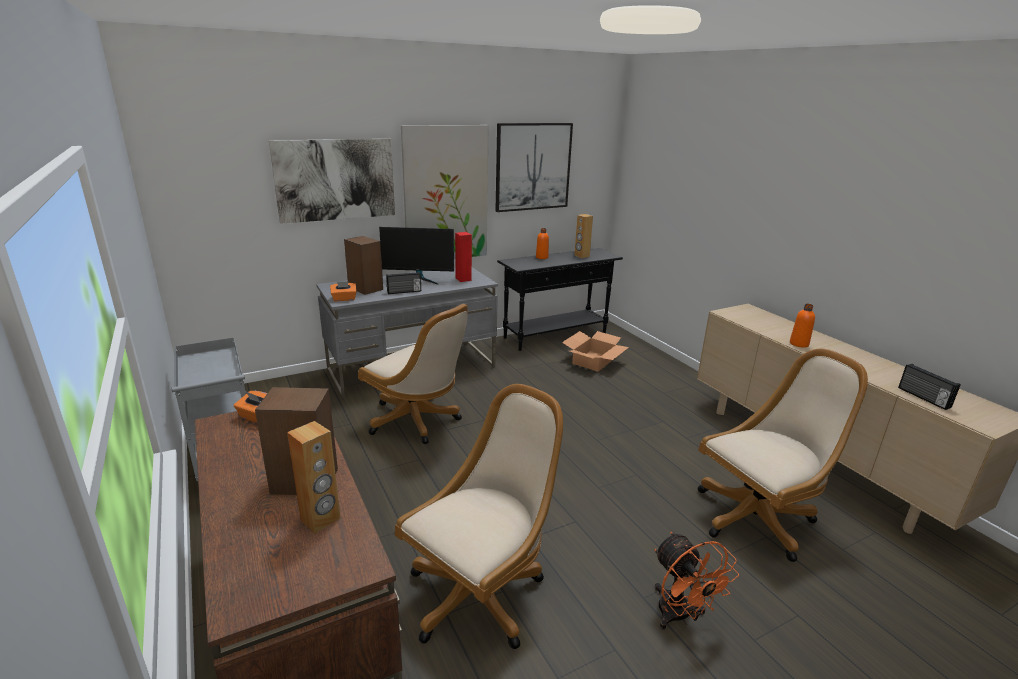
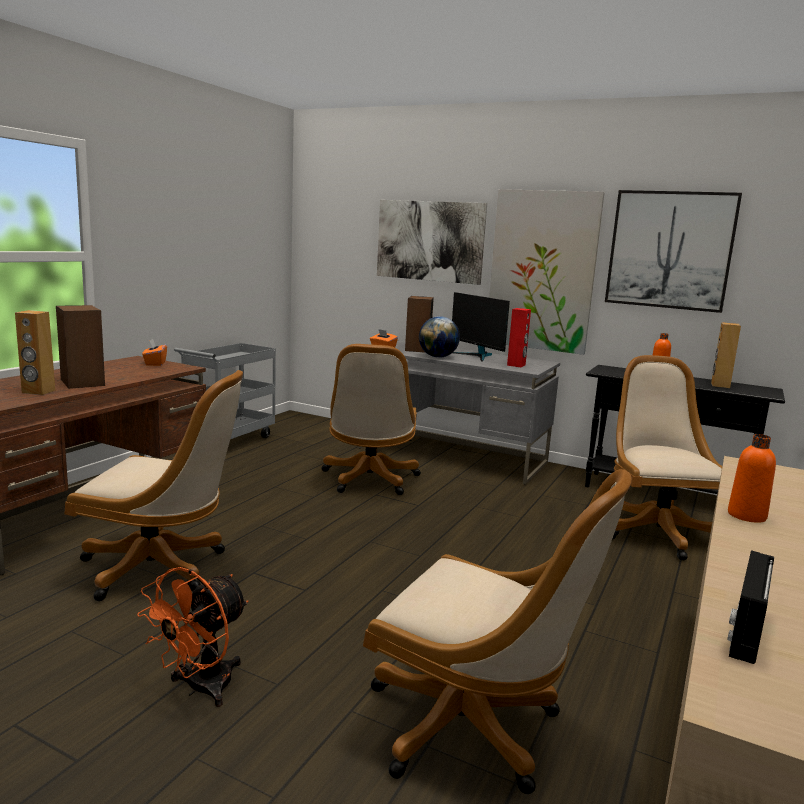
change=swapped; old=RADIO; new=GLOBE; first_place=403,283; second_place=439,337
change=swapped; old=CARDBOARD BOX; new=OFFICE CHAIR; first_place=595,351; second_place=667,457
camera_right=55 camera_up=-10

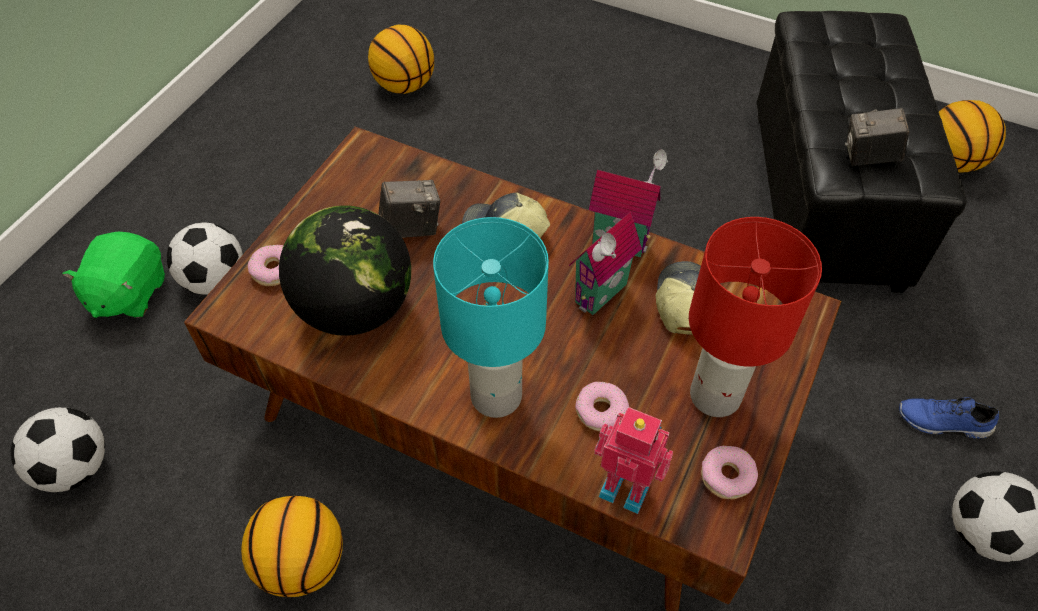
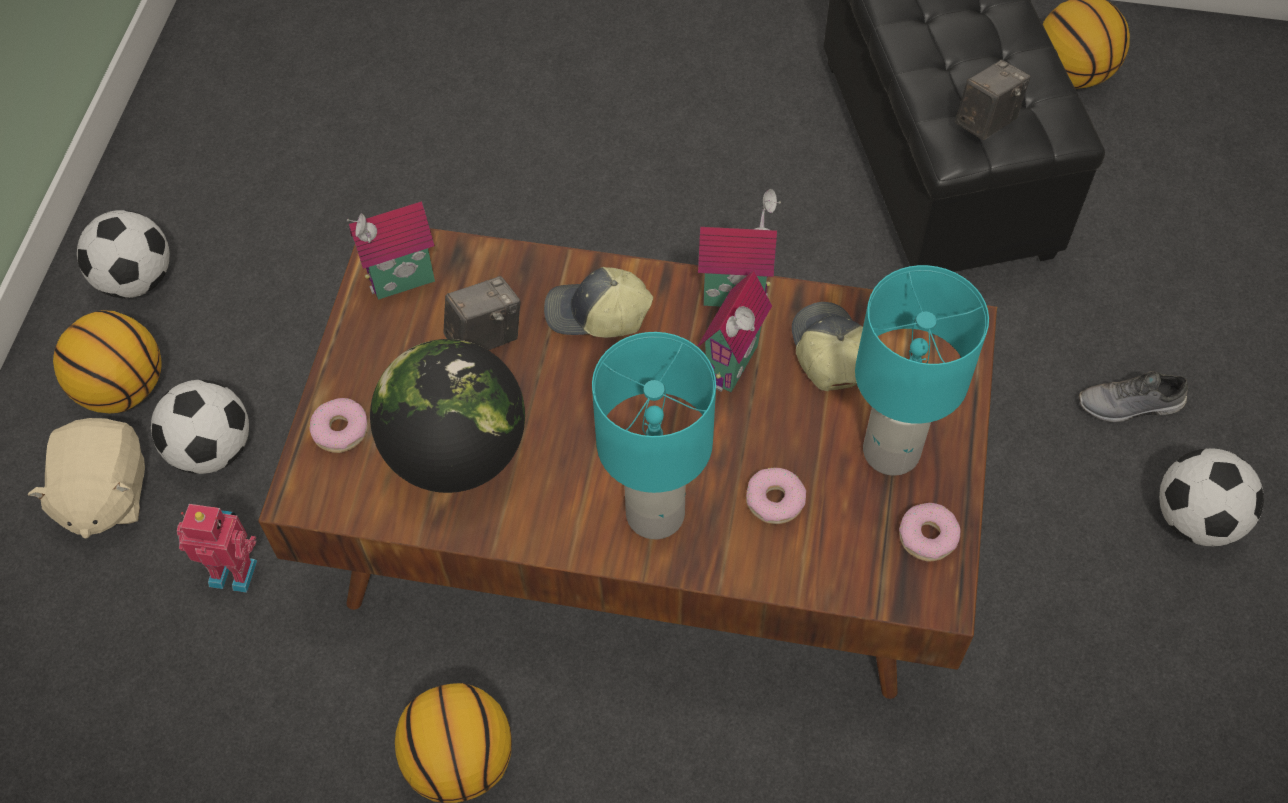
change=shifted; old=FOOTBALL; first_place=58,449; second_place=123,254
change=repainted; old=GREEN PLUSH TOY; new=BEIGE PLUSH TOY; first_place=114,275; second_place=86,478
change=shifted; old=BASKETBALL; first_place=401,59; second_place=107,362
change=shifted; old=TOY ROBOT; first_place=633,460; second_place=217,548
change=repainted; old=RED TABLE LAMP; new=TURQUOISE TABLE LAMP; first_place=755,317; second_place=922,370
change=rotated; old=PHOTO CAMERA; first_place=877,137; second_place=993,100; degrees=150
change=repainted; old=BLUE SHOE; new=GREY SHOE; first_place=949,418; second_place=1133,396
change=new; new=TOY HOUSE; second_place=391,250
camera_right=-15 camera_up=5

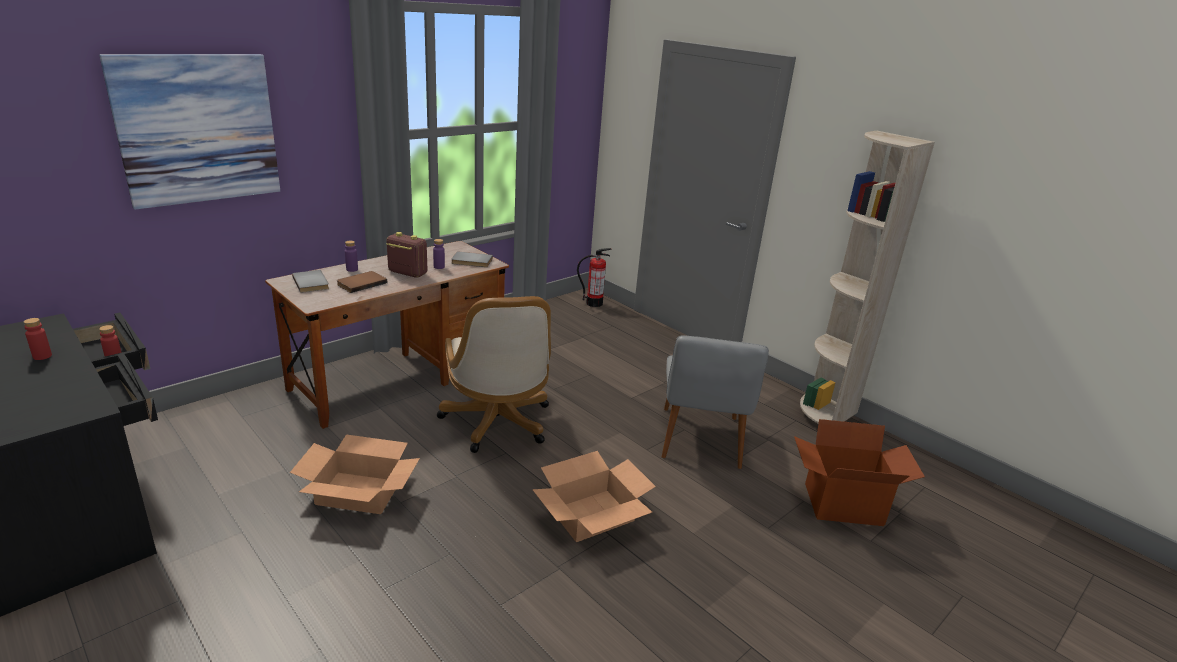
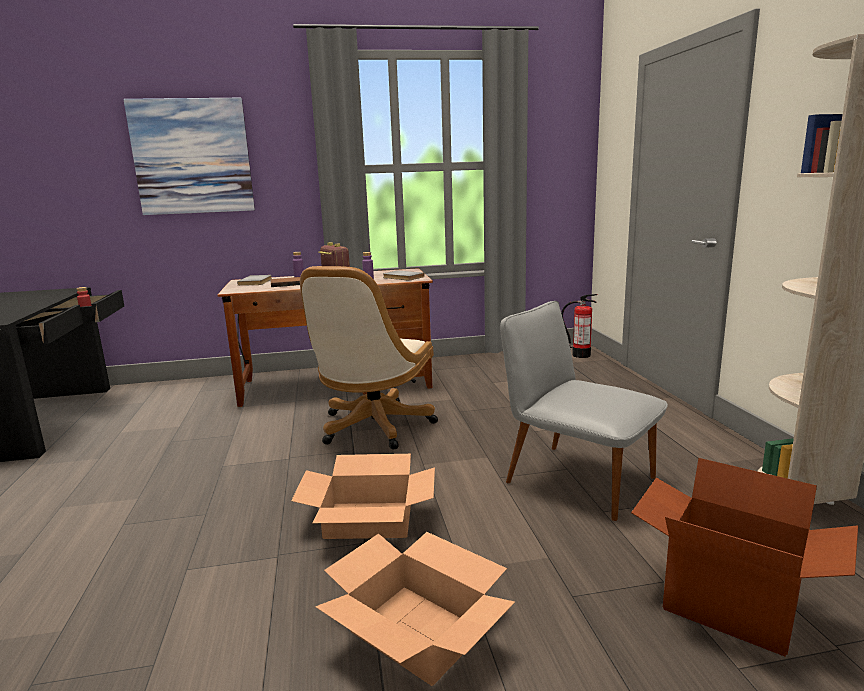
change=gone; old=RED BOTTLE; first_place=38,339
change=shifted; old=CARDBOARD BOX; first_place=355,474; second_place=415,609
change=rotated; old=GREY CHAIR; first_place=715,402; second_place=584,411; degrees=90
camera_right=35 camera_up=-10

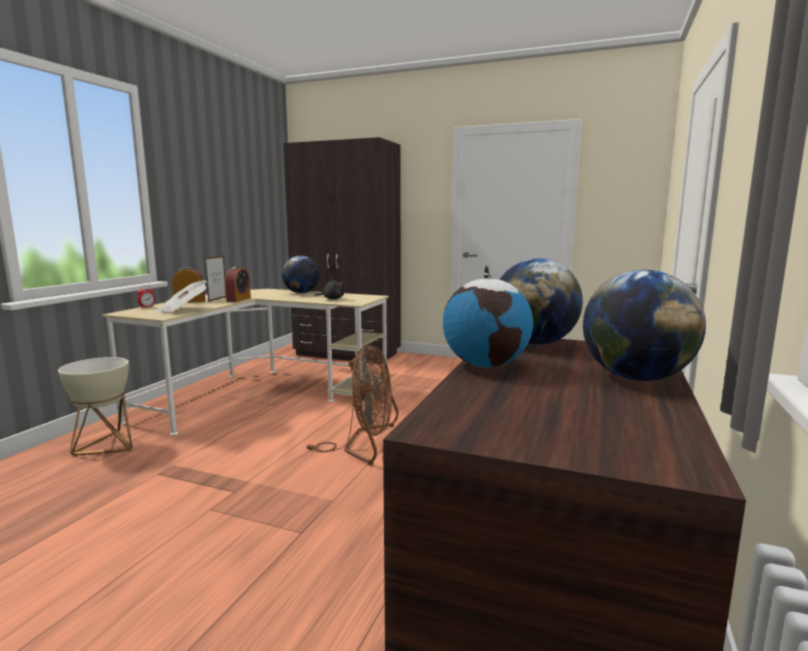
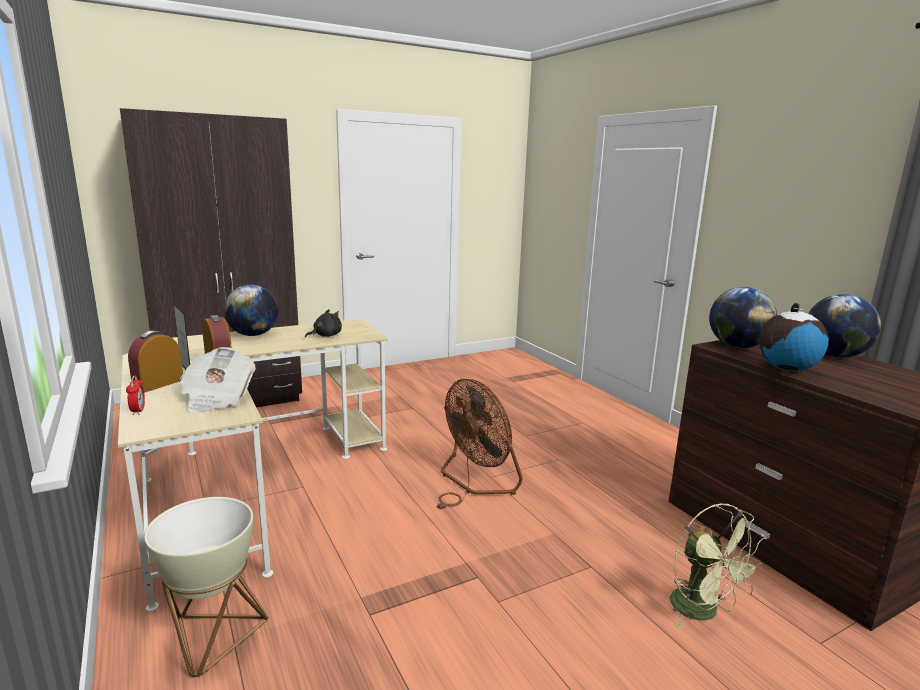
change=new; new=GREEN FAN; second_place=718,566
camera_right=-50 camera_up=5

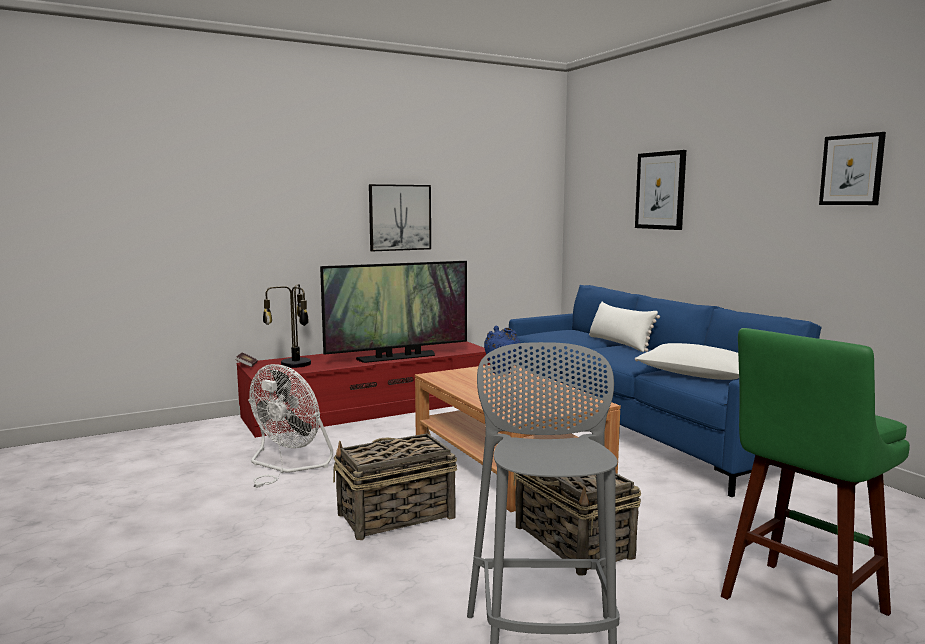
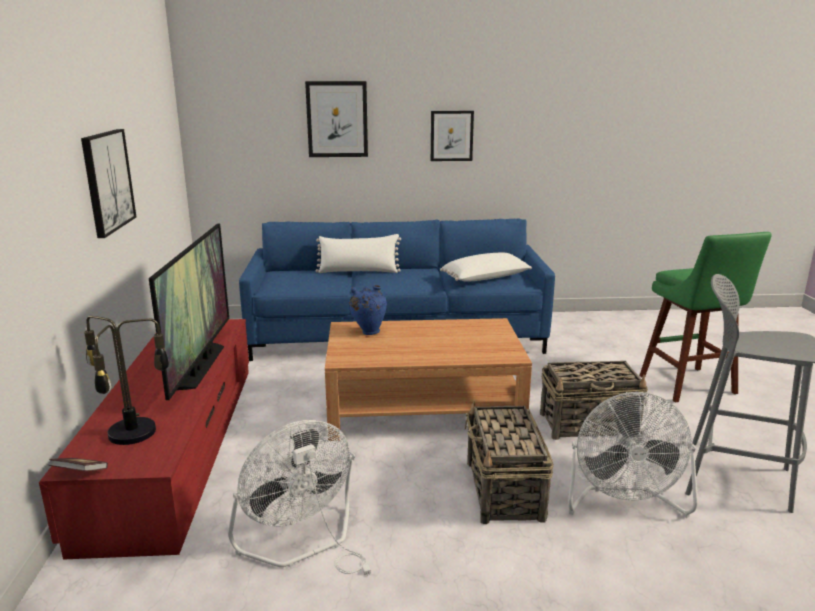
change=shifted; old=PICTURE; first_place=852,168; second_place=452,136
change=new; new=WHITE FAN; second_place=633,455
camera_right=-65 camera_up=10

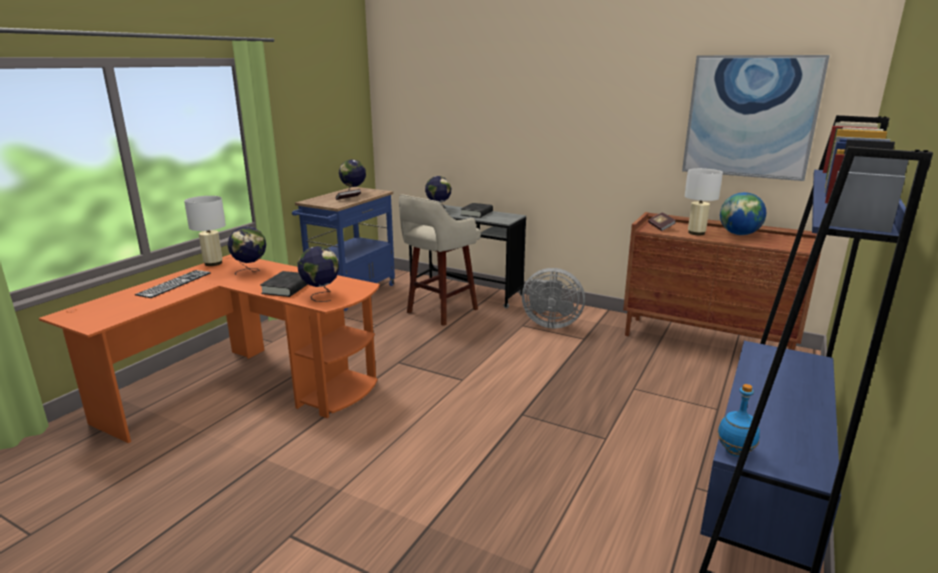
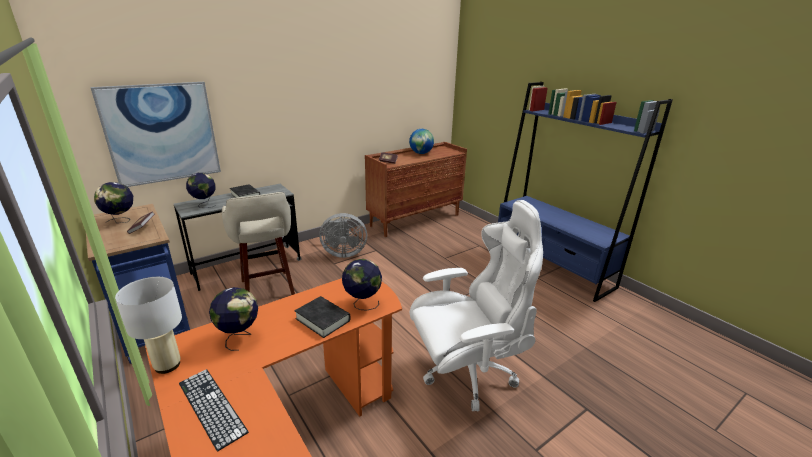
change=rotated; old=GREY FAN; first_place=553,298; second_place=343,235; degrees=45
change=shifted; old=PICTURE; first_place=756,118; second_place=155,134
change=gone; old=WHITE TABLE LAMP; first_place=704,201
change=gone; old=BLUE BOTTLE; first_place=738,420
change=new; new=WHITE OFFICE CHAIR; second_place=476,305
camera_right=-65 camera_up=5

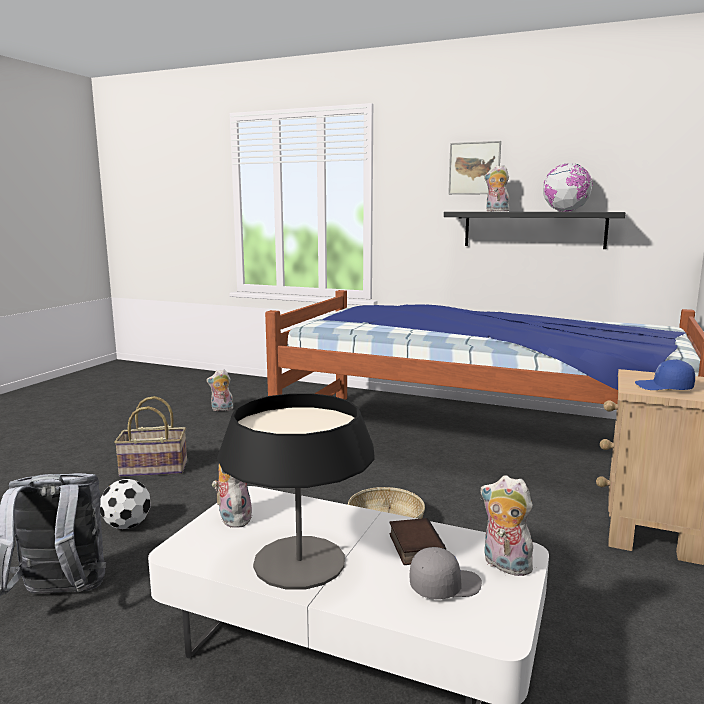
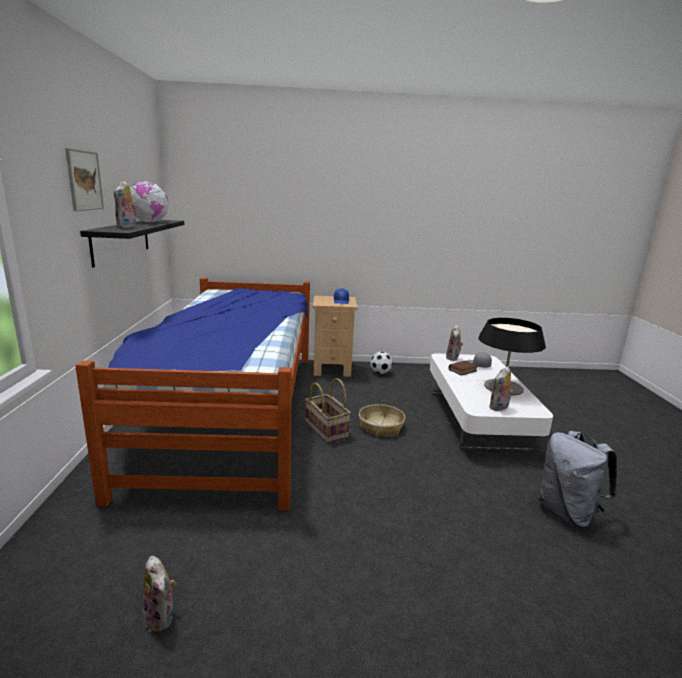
change=shifted; old=FOOTBALL; first_place=125,504; second_place=381,362
change=shifted; old=BASKET; first_place=150,436; second_place=328,410
camera_right=-115 camera_up=5

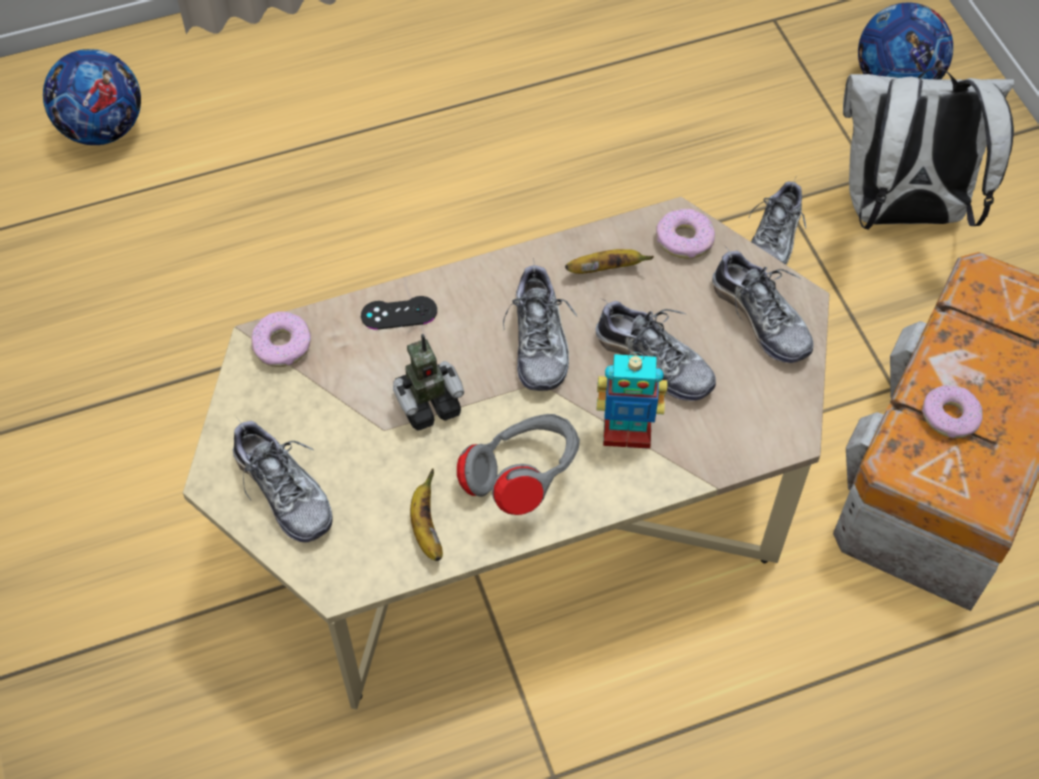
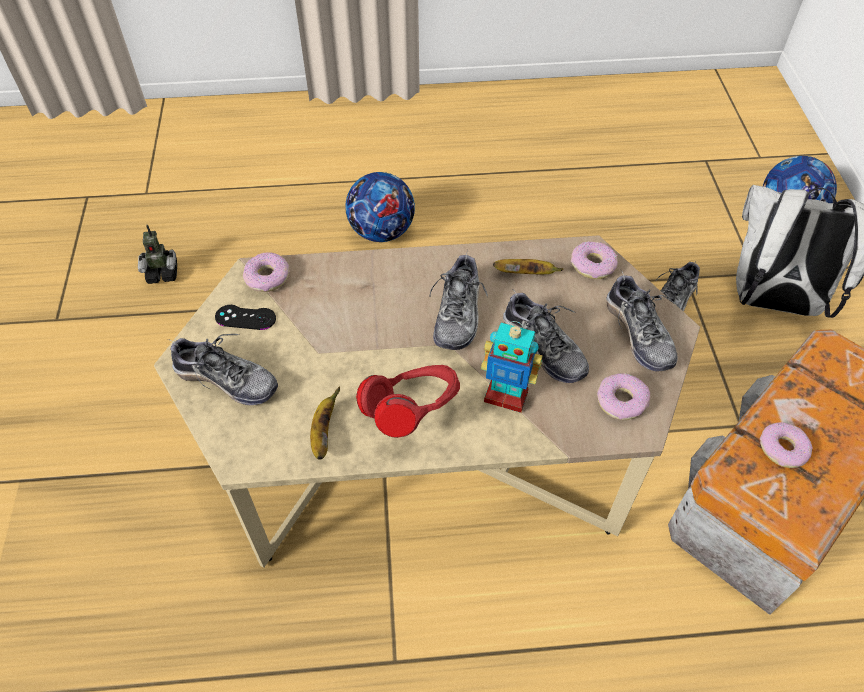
change=shifted; old=FOOTBALL; first_place=92,97; second_place=380,207
change=rotated; old=SHOE; first_place=283,480; second_place=223,369; degrees=-45
change=shifted; old=BLACK GAME CONTROLLER; first_place=399,313; second_place=245,317
change=shifted; old=TOY ROBOT; first_place=428,382; second_place=157,254
change=repainted; old=GREY HEADPHONES; new=RED HEADPHONES; first_place=518,464; second_place=408,401
change=new; new=DONUT; second_place=623,396
camera_right=15 camera_up=-5

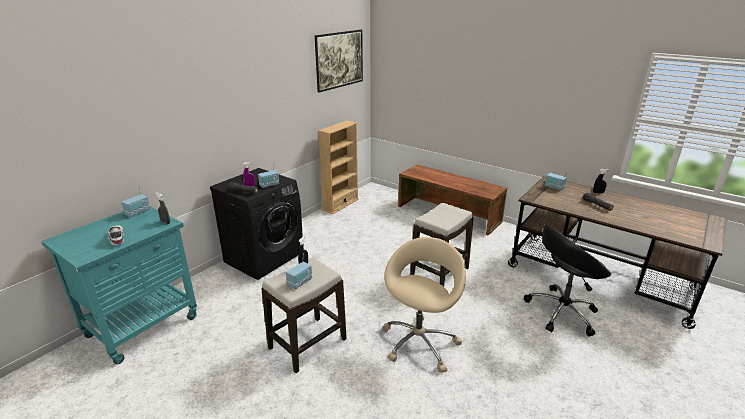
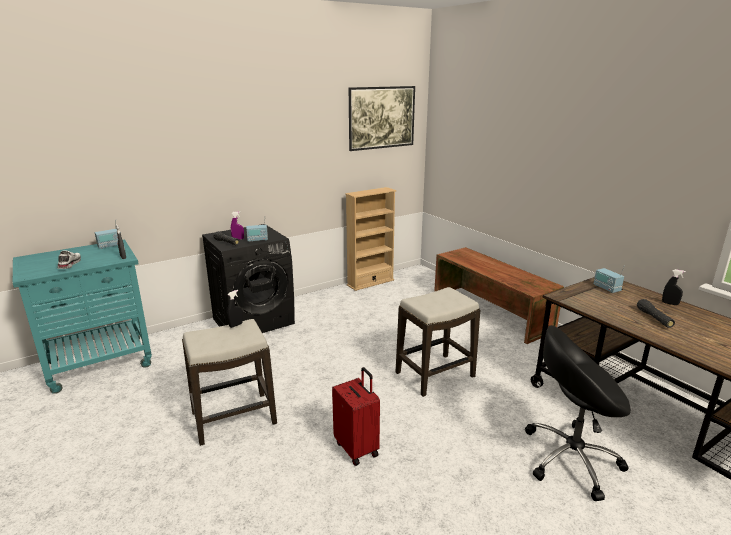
change=gone; old=RADIO; first_place=299,271
change=swapped; old=BEIGE OFFICE CHAIR; new=RED SUITCASE; first_place=424,305; second_place=356,416
camera_right=20 camera_up=-5

